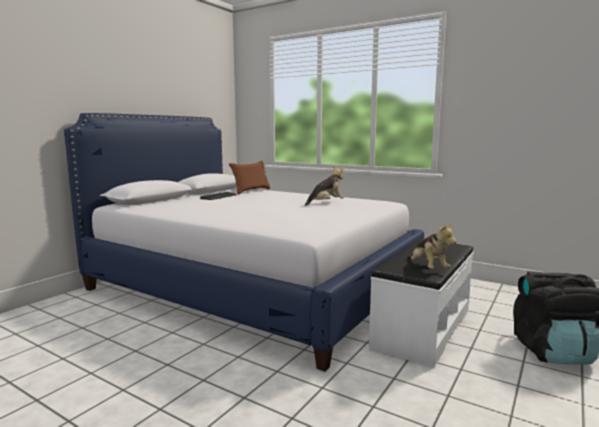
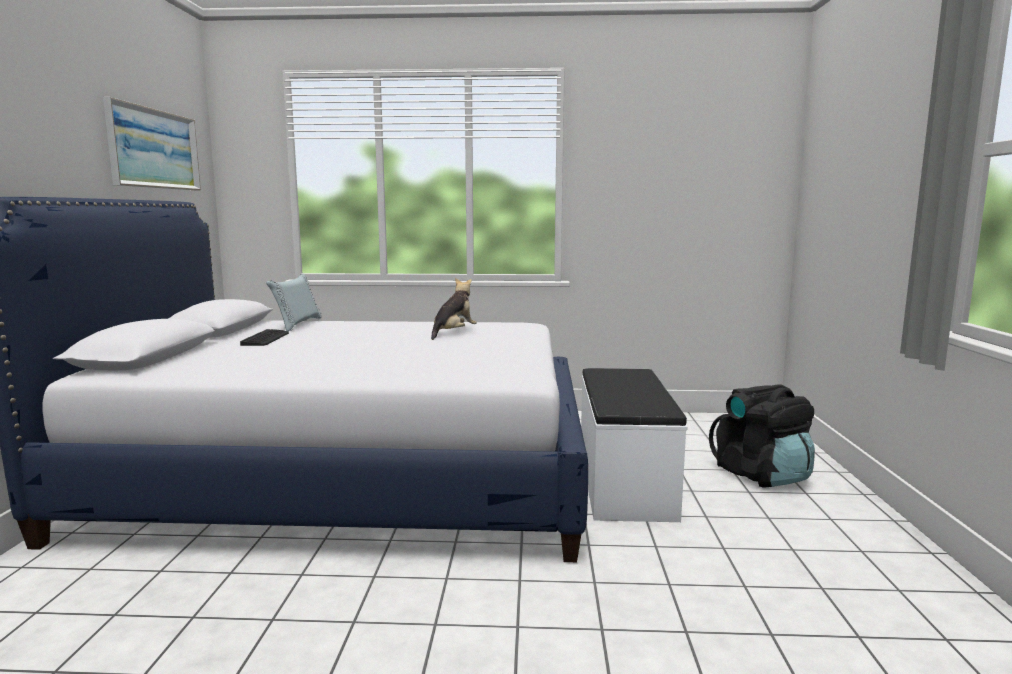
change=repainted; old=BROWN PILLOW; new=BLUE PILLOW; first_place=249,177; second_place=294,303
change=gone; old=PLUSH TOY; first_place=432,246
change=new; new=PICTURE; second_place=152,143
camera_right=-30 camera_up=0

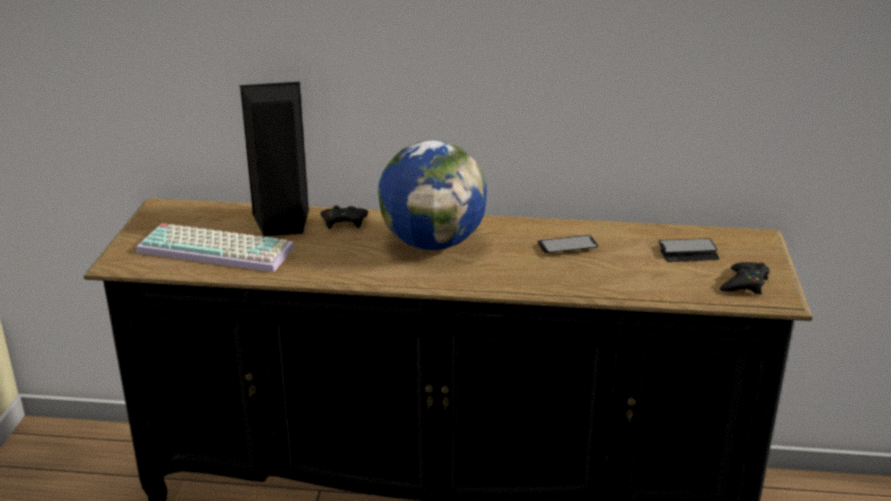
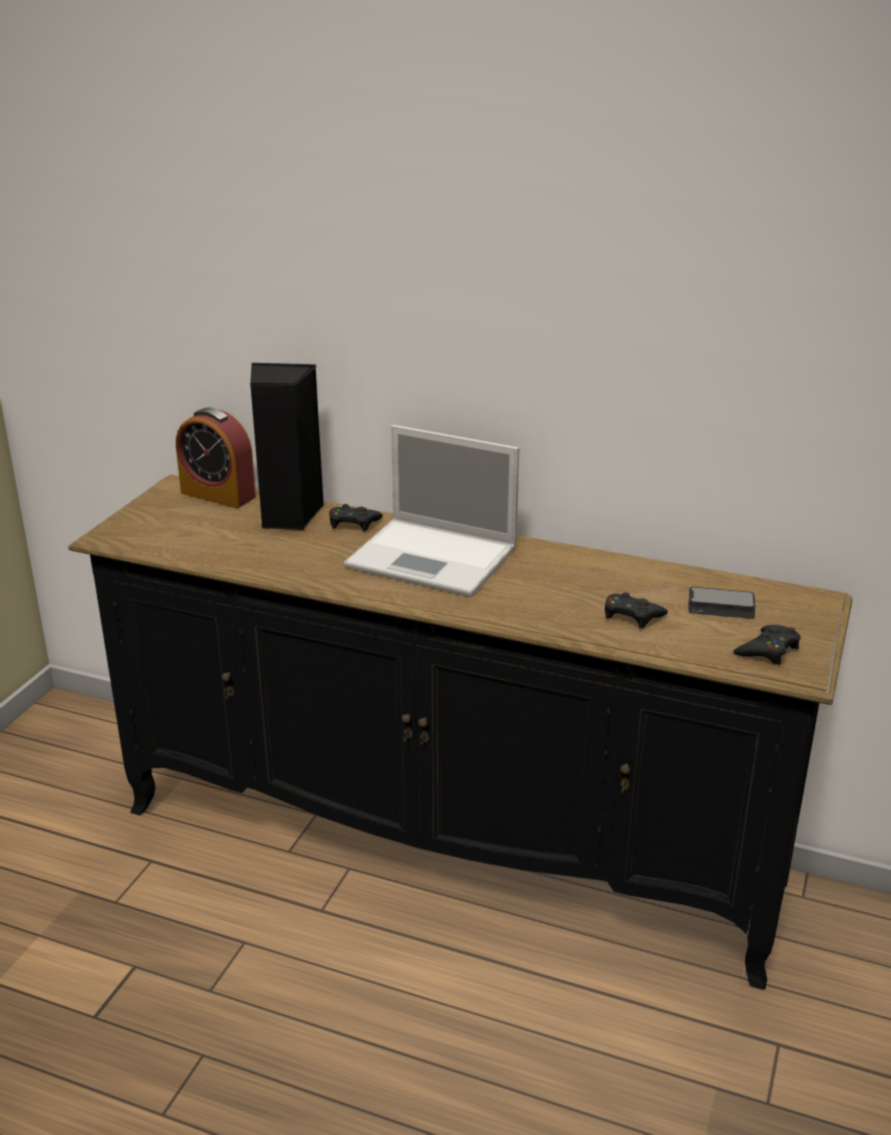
change=gone; old=KEYBOARD; first_place=215,247
change=swapped; old=GLOBE; new=LAPTOP; first_place=432,195; second_place=431,511
change=gone; old=PHONE; first_place=568,244
change=new; new=ALARM CLOCK; second_place=216,457
change=new; new=BLACK GAME CONTROLLER; second_place=636,610
camera_right=15 camera_up=0

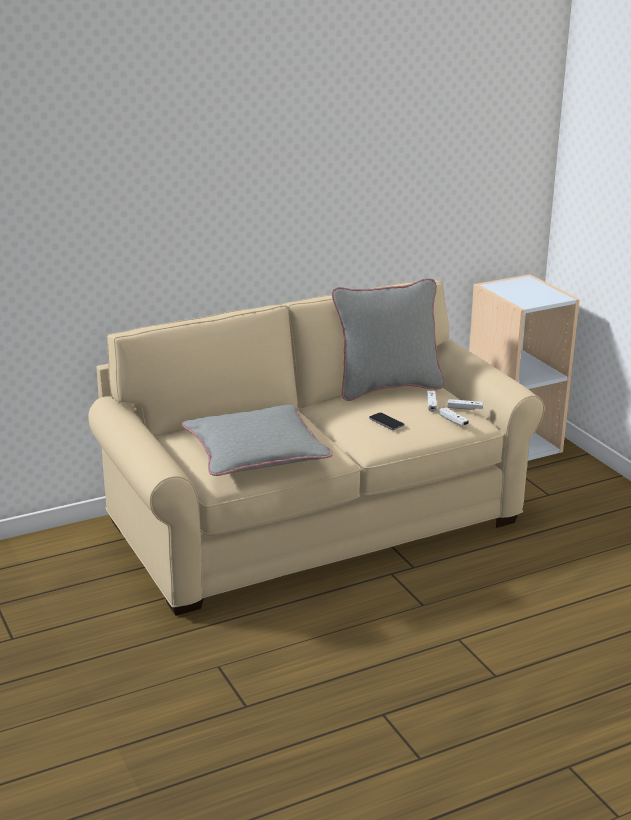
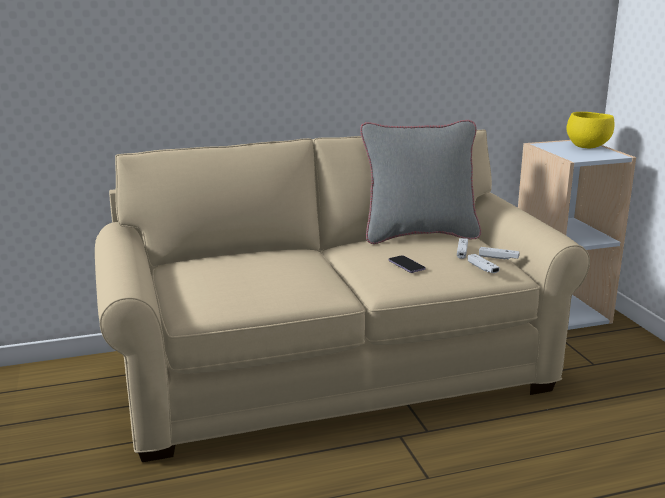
change=gone; old=GREY PILLOW; first_place=257,440
change=new; new=YELLOW BOWL; second_place=591,130
camera_right=10 camera_up=-5

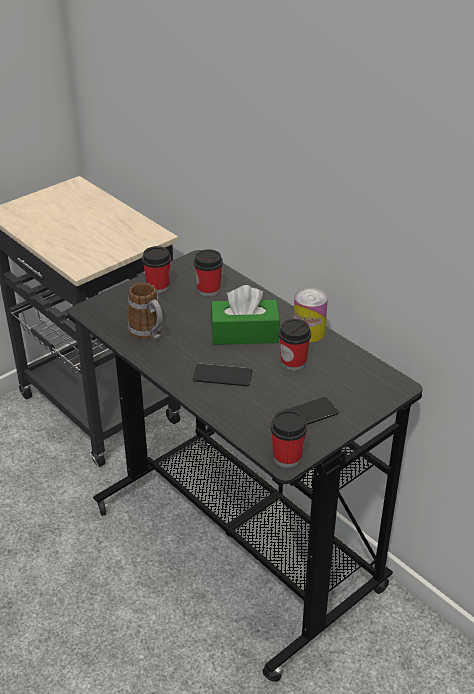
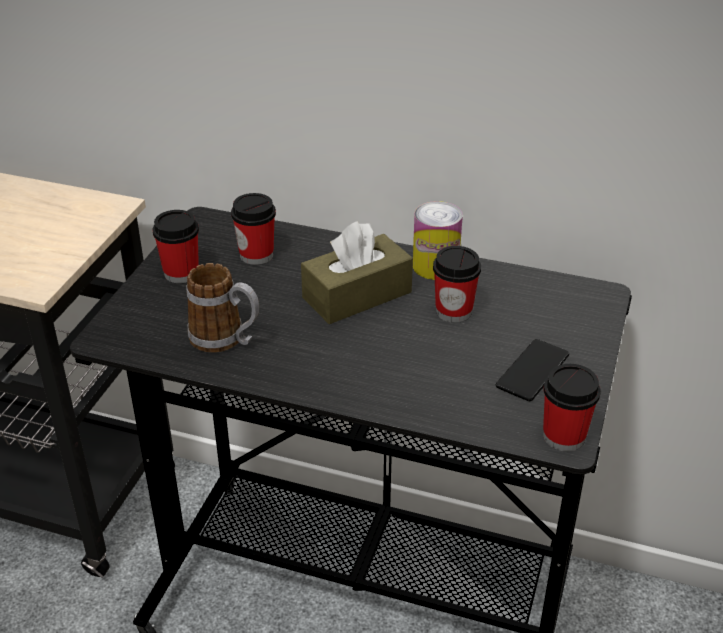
change=gone; old=PHONE; first_place=223,375
change=repainted; old=GREEN TISSUE BOX; new=BROWN TISSUE BOX; first_place=245,315; second_place=357,272
camera_right=-30 camera_up=0

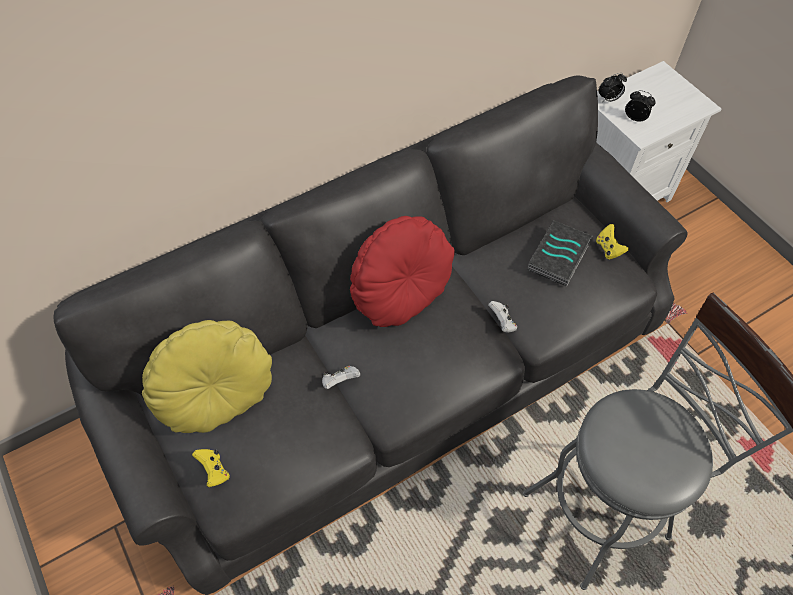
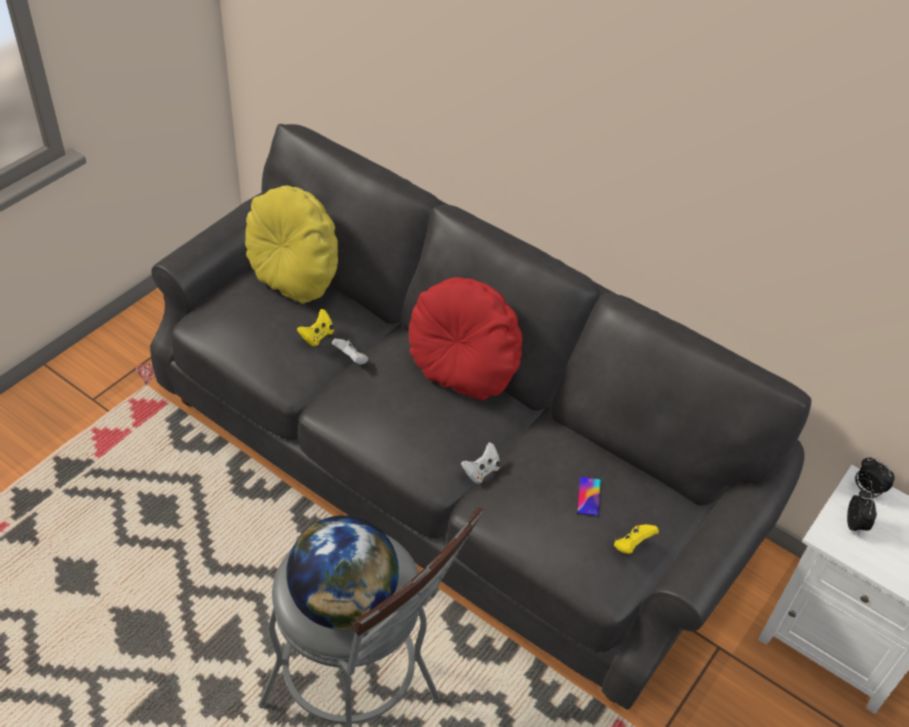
change=shifted; old=YELLOW GAME CONTROLLER; first_place=211,468; second_place=315,327
change=swapped; old=BOOK; new=PHONE; first_place=559,253; second_place=589,497
change=new; new=GLOBE; second_place=342,572
camera_right=65 camera_up=-10

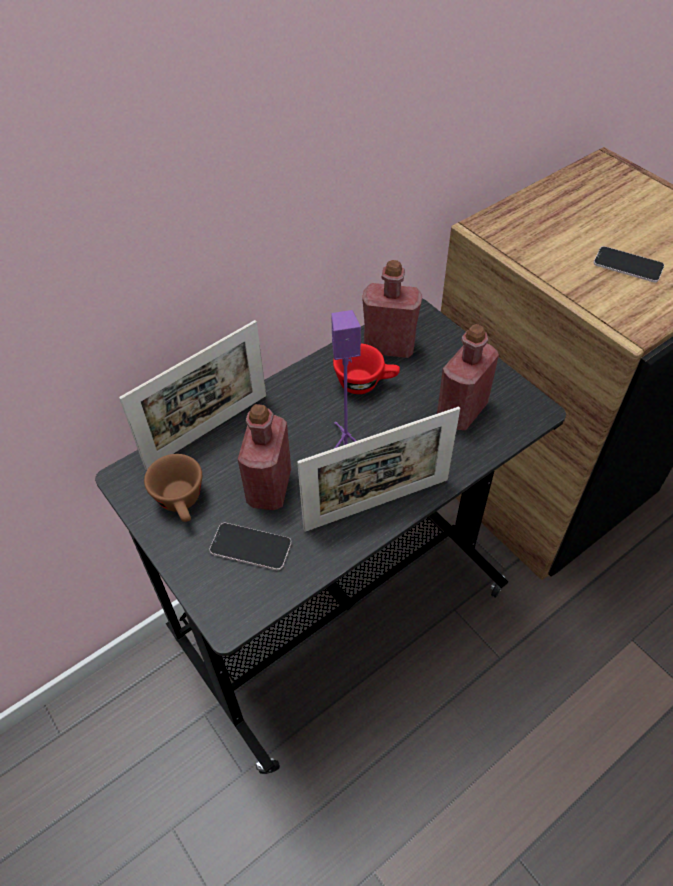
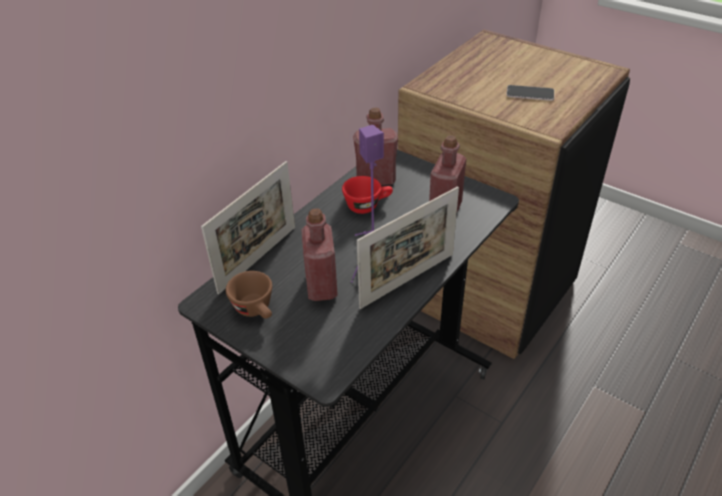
change=gone; old=PHONE; first_place=250,546
camera_right=-15 camera_up=-10

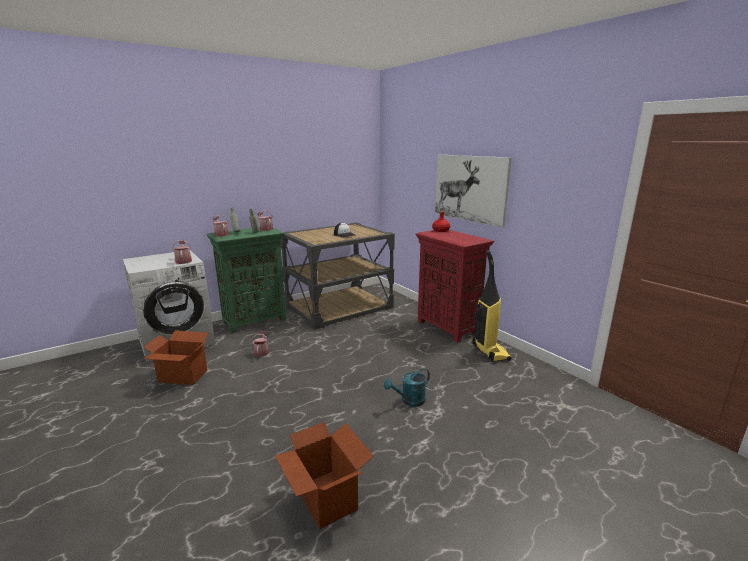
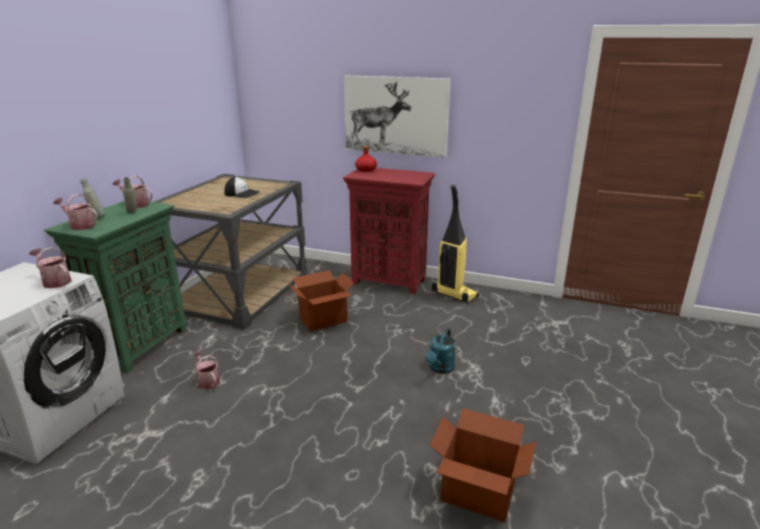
change=shifted; old=CARDBOARD BOX; first_place=176,357; second_place=321,301
camera_right=-35 camera_up=5

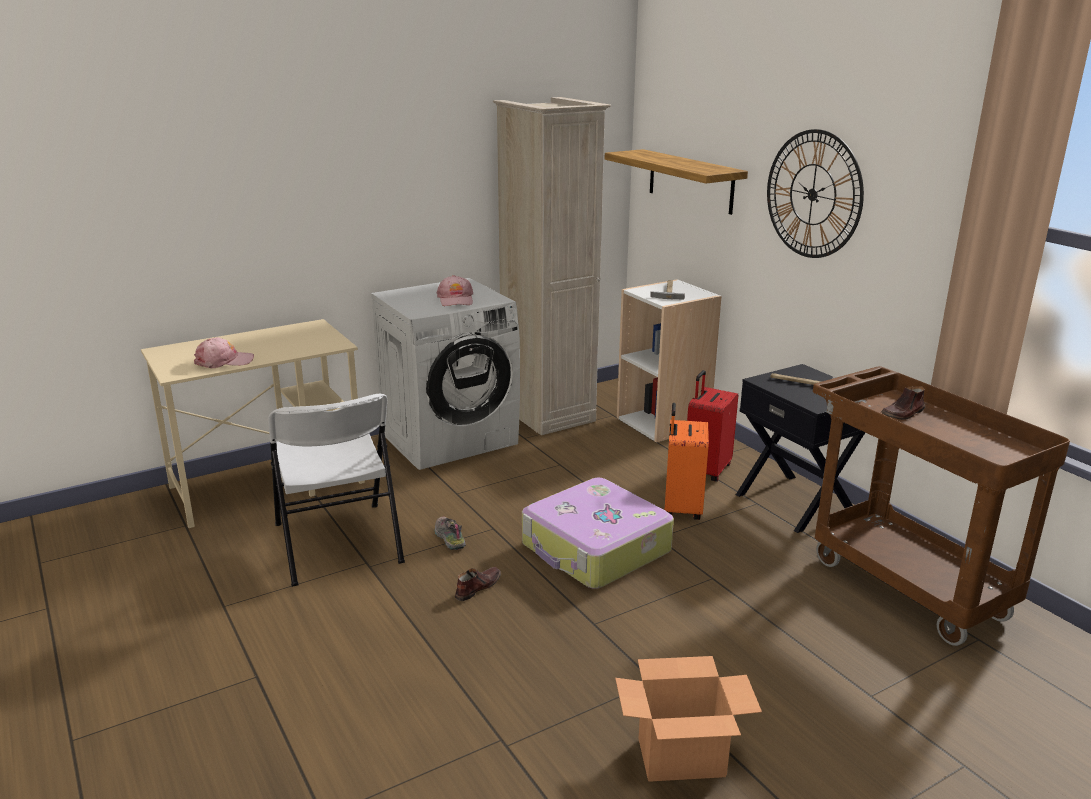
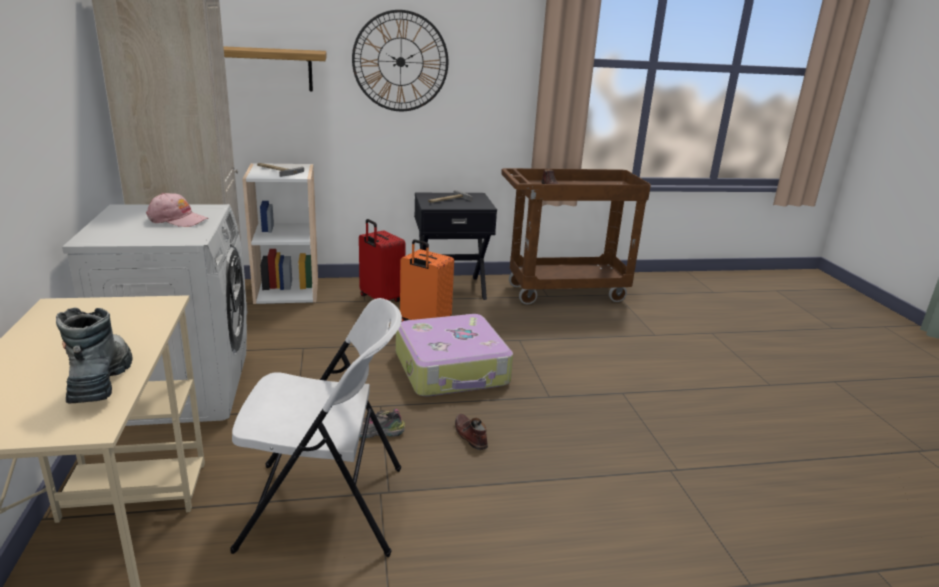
change=swapped; old=PINK CAP; new=BOOT; first_place=224,352; second_place=94,355
change=gone; old=CARDBOARD BOX; first_place=688,719
camera_right=-70 camera_up=0

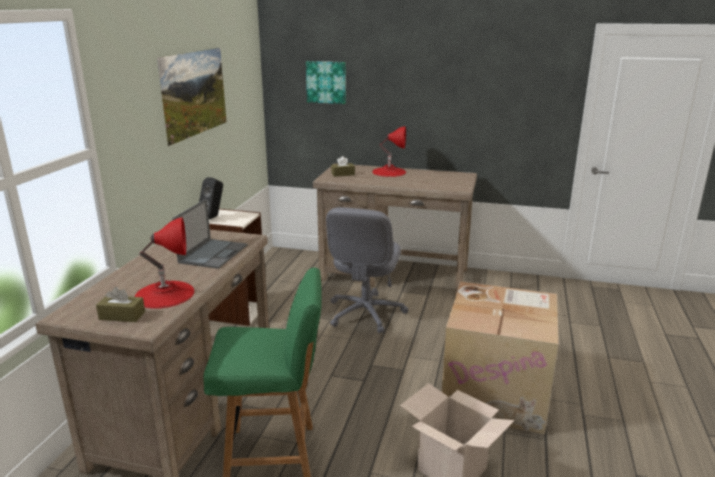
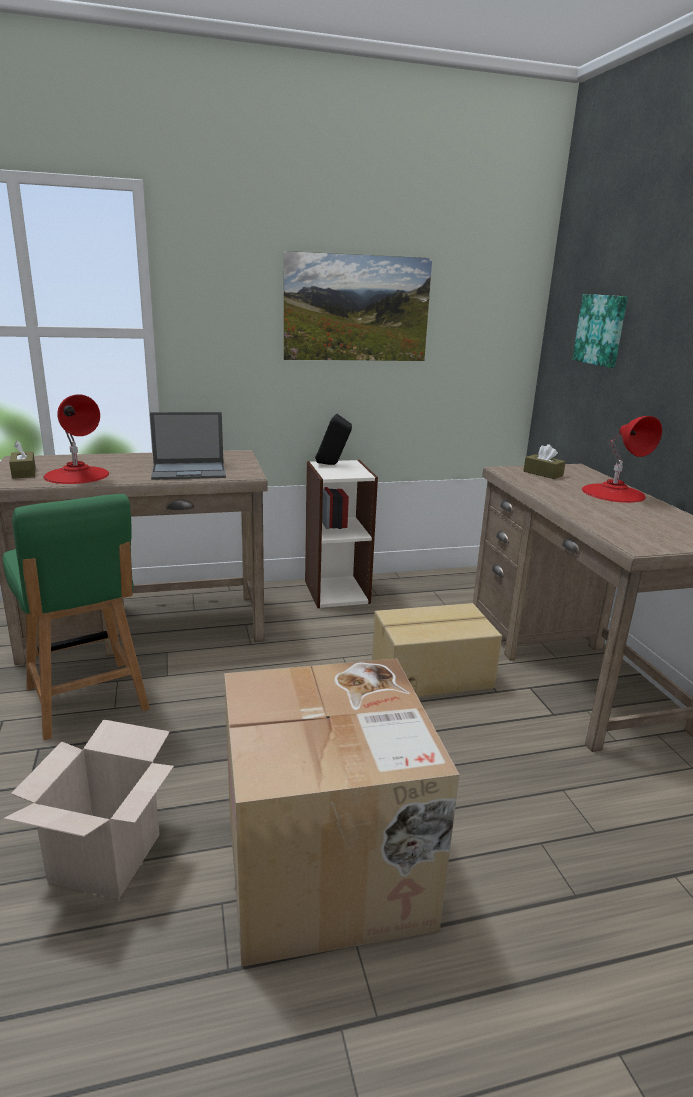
change=swapped; old=GREY OFFICE CHAIR; new=CARDBOARD BOX; first_place=367,270; second_place=437,650
camera_right=60 camera_up=0

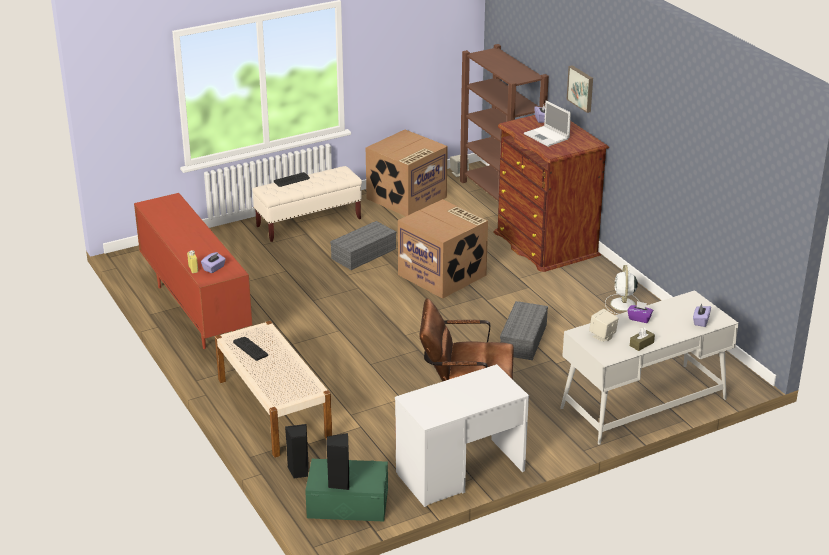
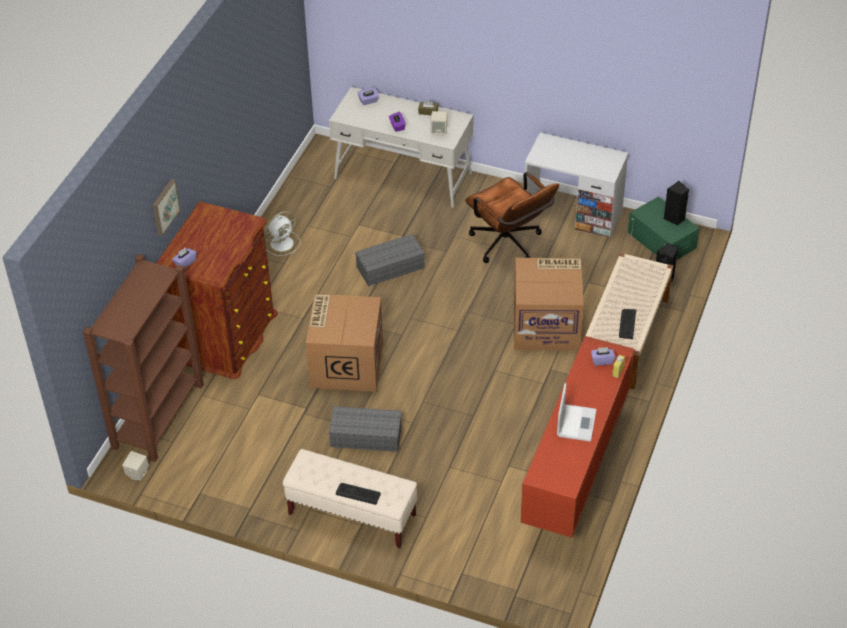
change=shifted; old=CARDBOARD BOX; first_place=407,172; second_place=548,304
change=shifted; old=LAPTOP; first_place=547,124; second_place=577,412
camera_right=-130 camera_up=15

